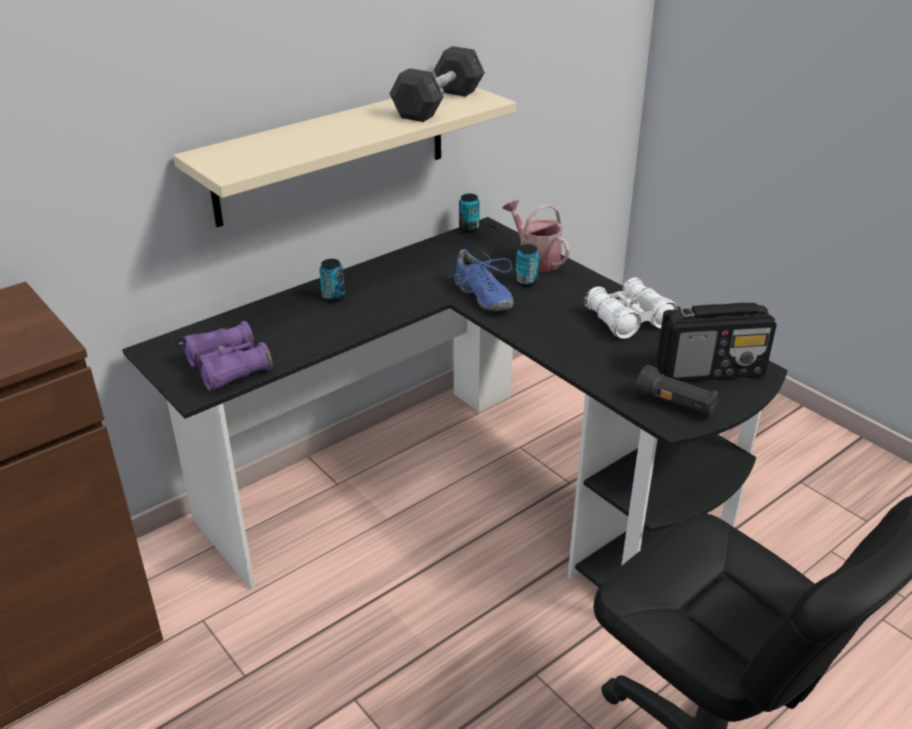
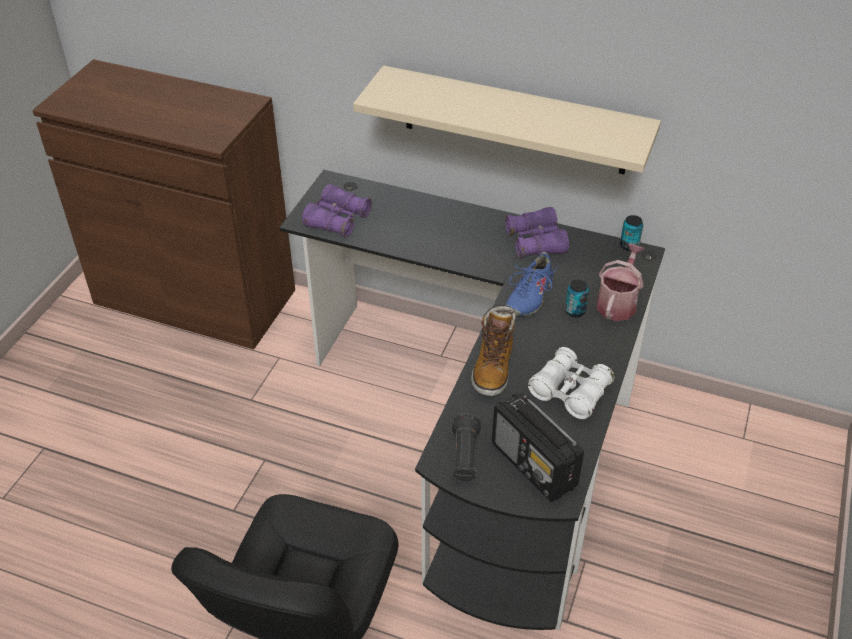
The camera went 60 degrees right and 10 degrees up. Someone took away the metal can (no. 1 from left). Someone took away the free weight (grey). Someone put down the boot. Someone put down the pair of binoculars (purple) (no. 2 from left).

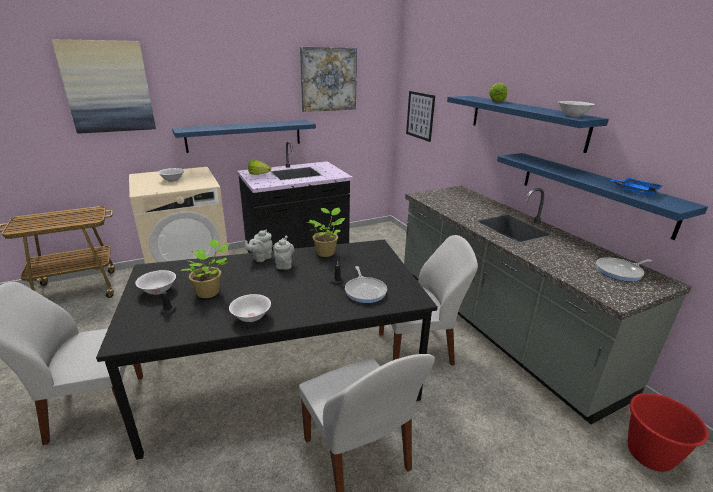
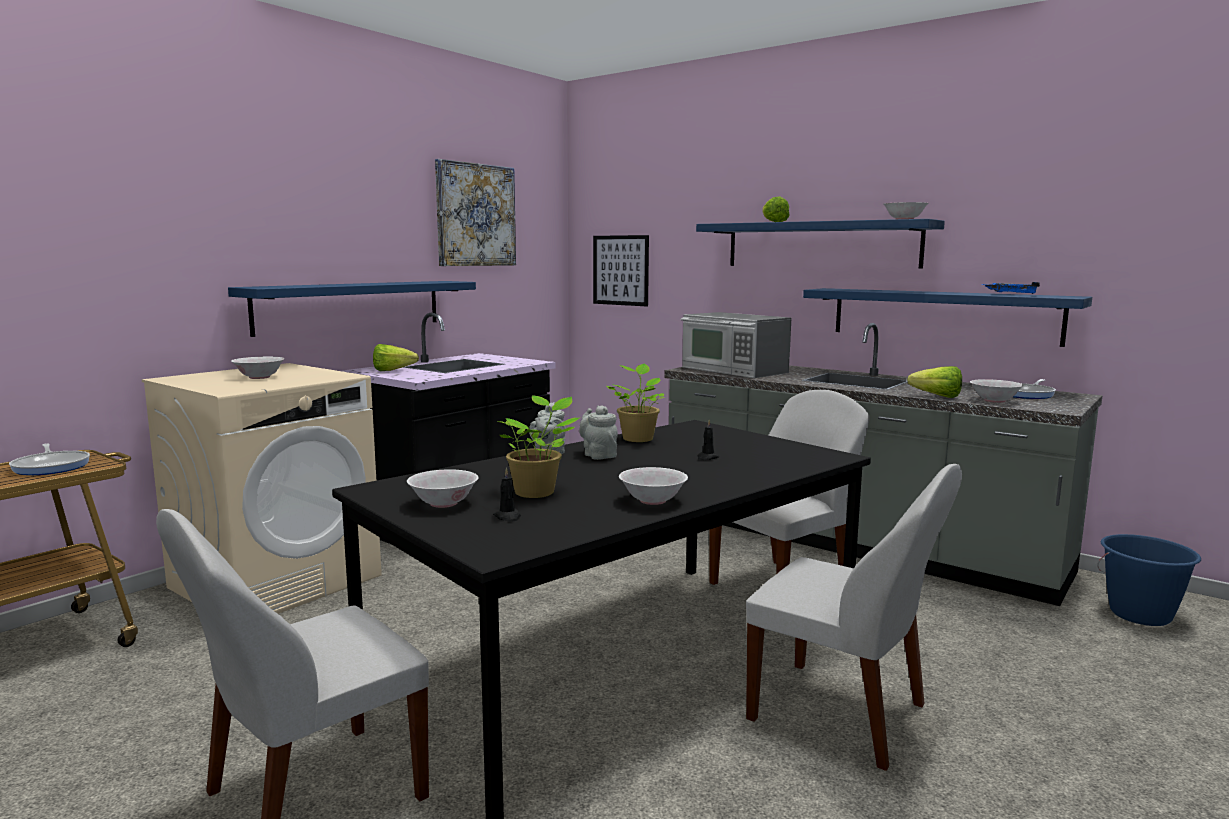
The camera went 25 degrees left and 15 degrees down. Someone took away the picture (no. 1 from left). Someone put down the microwave. Someone put down the lettuce (no. 3 from left). Someone put down the bowl (white-coloured) (no. 5 from left). Someone carried the pan (no. 1 from left). Someone repainted the pail (red), which became the pail (blue).

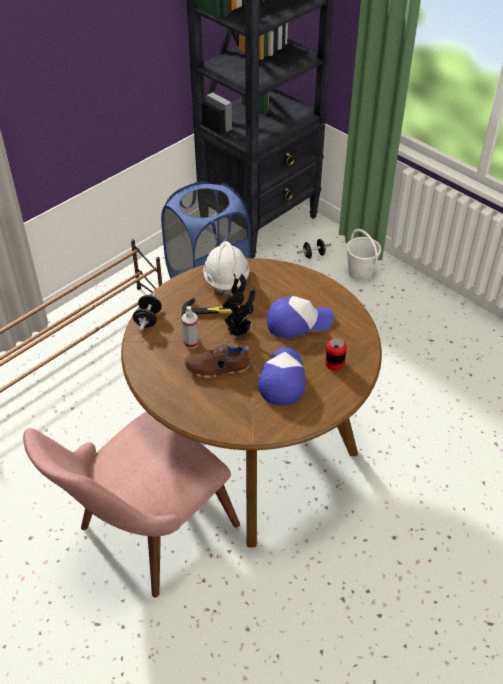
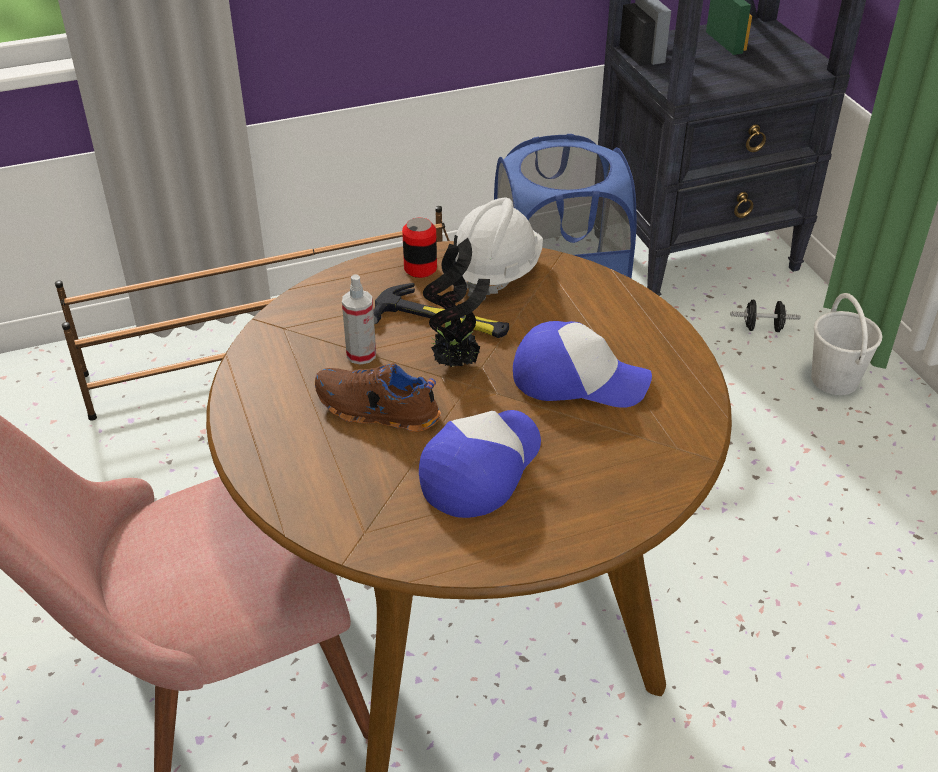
The camera went 25 degrees right and 5 degrees down. Someone took away the free weight (blackish) (no. 1 from left). Someone carried the metal can.

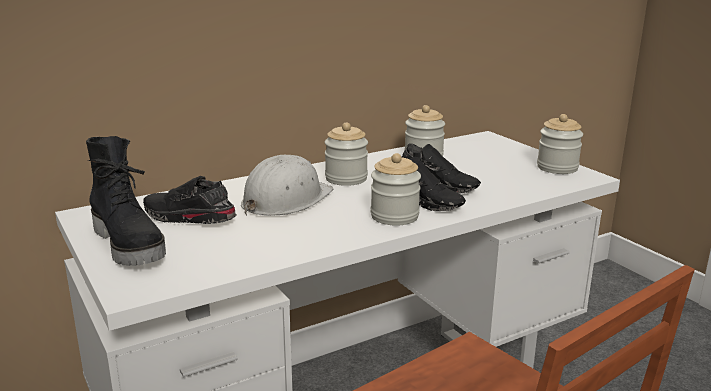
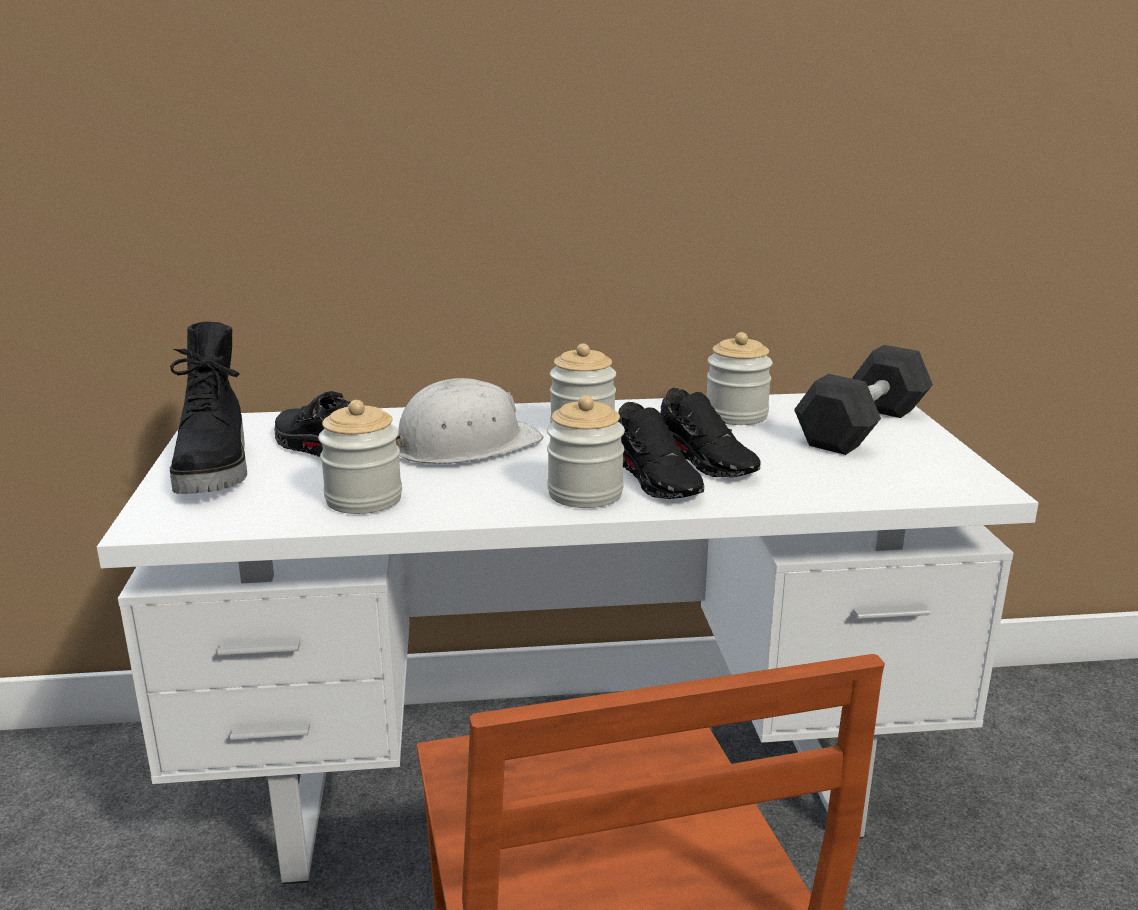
The camera went 25 degrees right and 0 degrees up. Someone put down the free weight (blackish). Someone carried the jar (no. 4 from left in the first image).

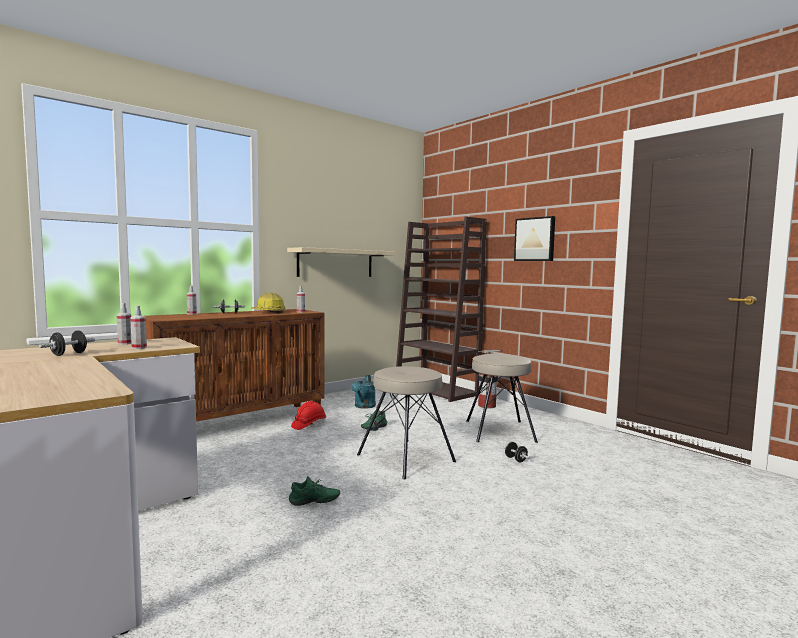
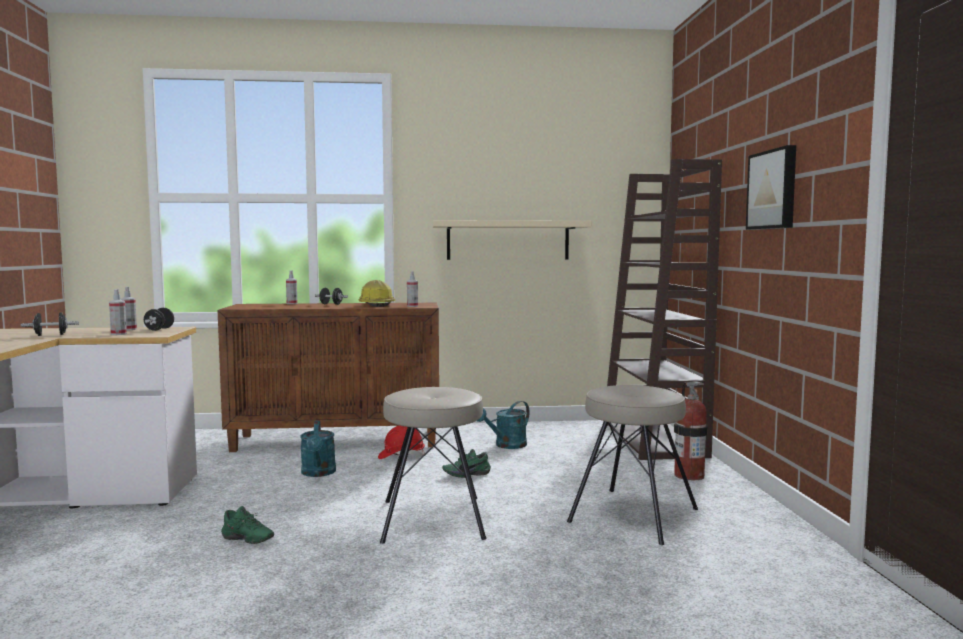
The camera went 35 degrees right and 0 degrees up. Someone put down the watering pot (turquoise-coloured) (no. 1 from left). Someone carried the free weight (blackish) (no. 3 from left in the first image).

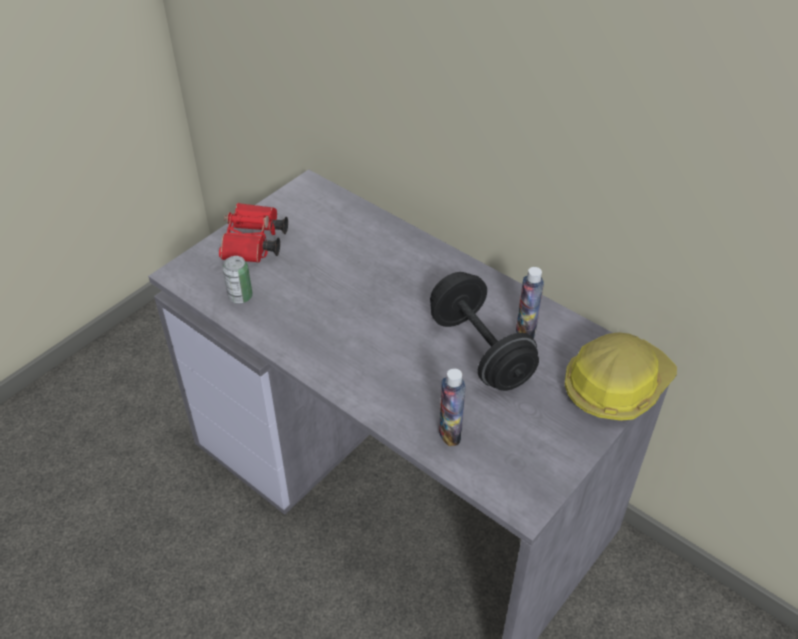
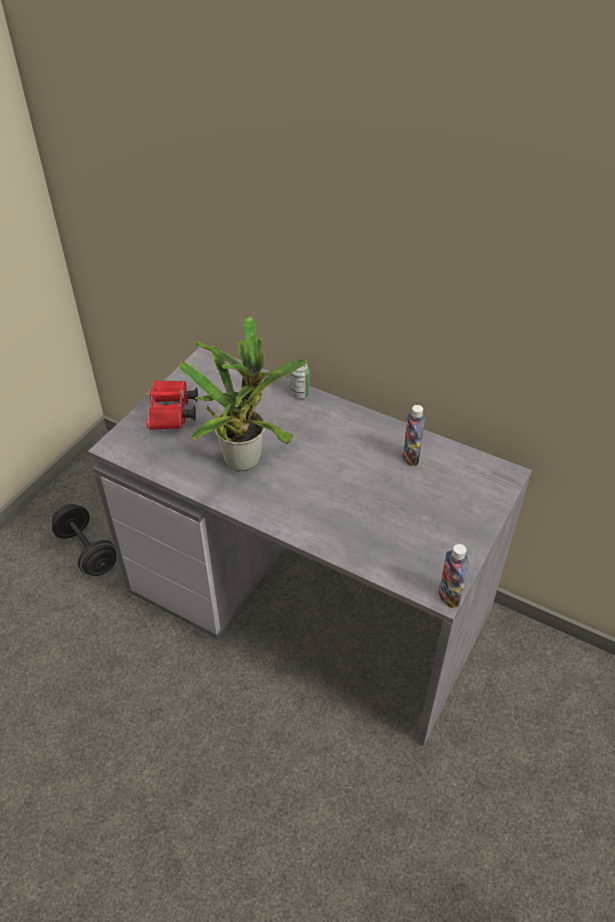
The camera went 10 degrees left and 0 degrees up. Someone took away the work helmet. Someone put down the potted plant. Someone carried the metal can. Someone carried the free weight (blackish). Someone carried the beverage bottle (no. 1 from left in the first image).

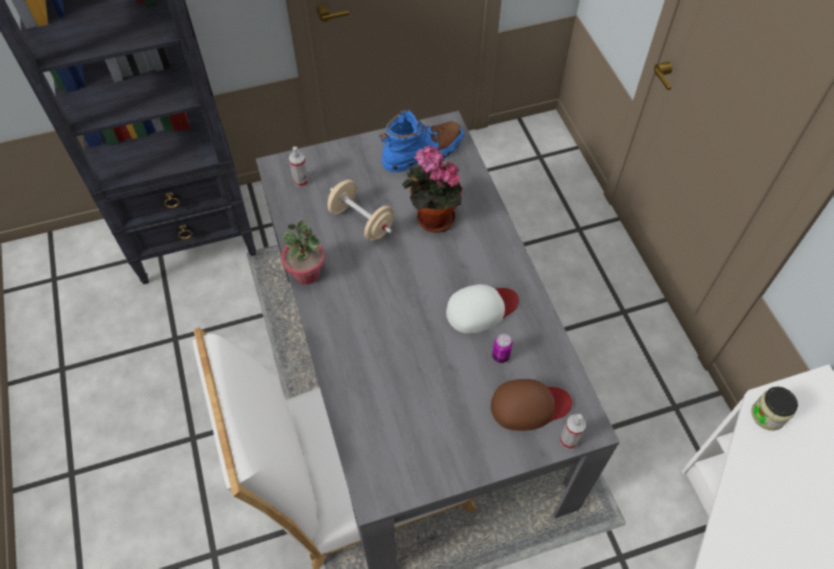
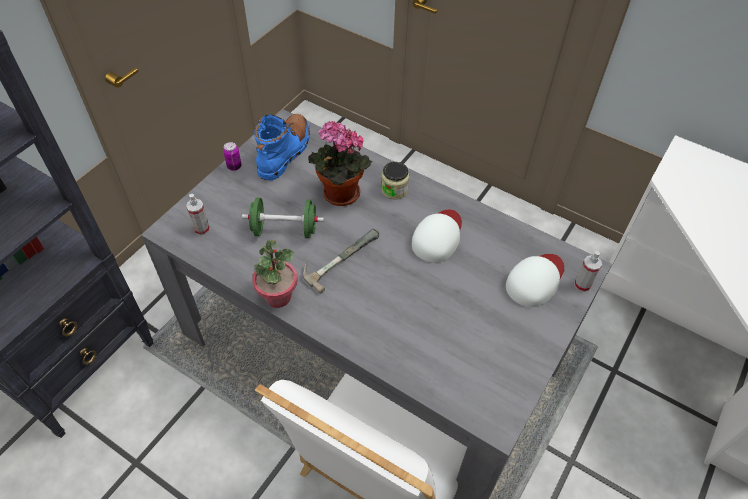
The camera went 40 degrees left and 5 degrees down. Someone put down the hand hammer. Someone carried the metal can. Someone carried the jar. Someone repainted the free weight (sand-coloured), which became the free weight (greenish). Someone repainted the baseball cap (brown), which became the baseball cap (white-coloured) (no. 2 from left).

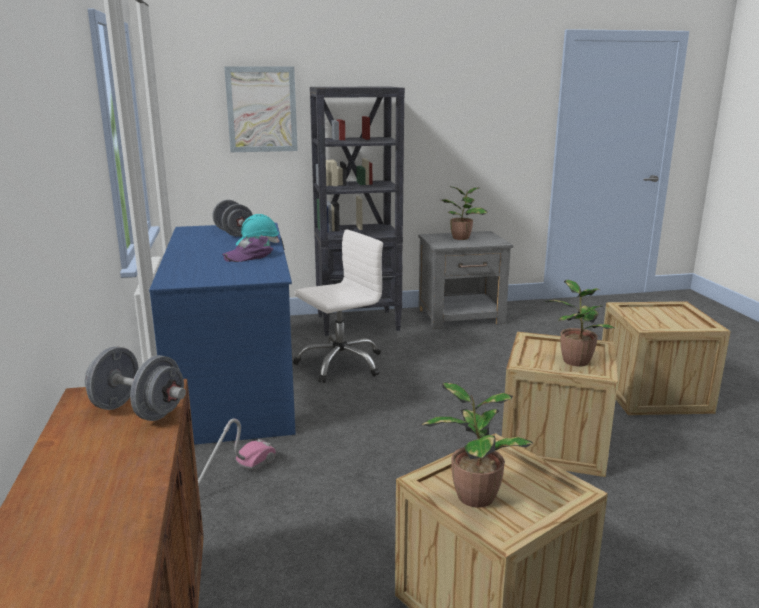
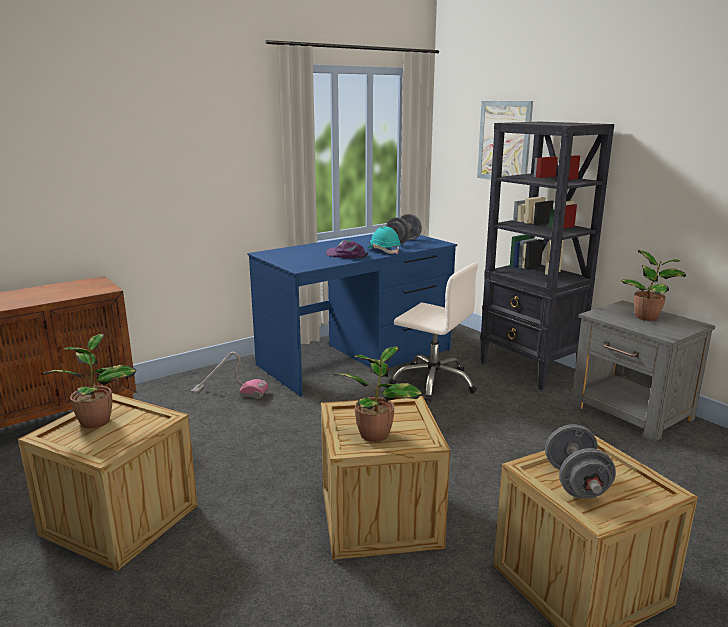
The camera went 65 degrees right and 0 degrees up. Someone carried the free weight (grey) (no. 1 from left in the first image).

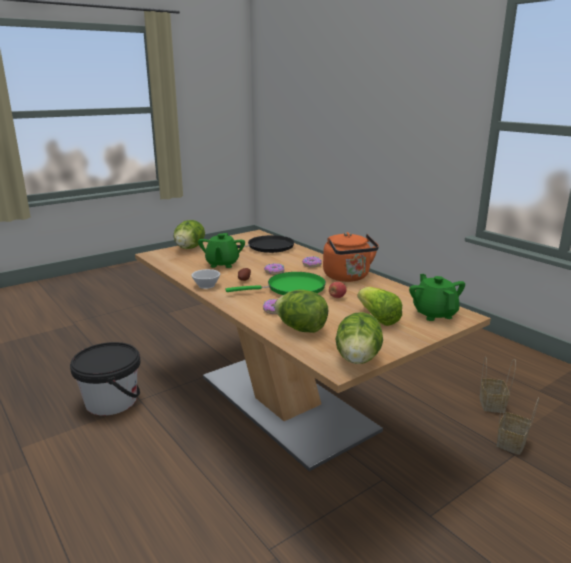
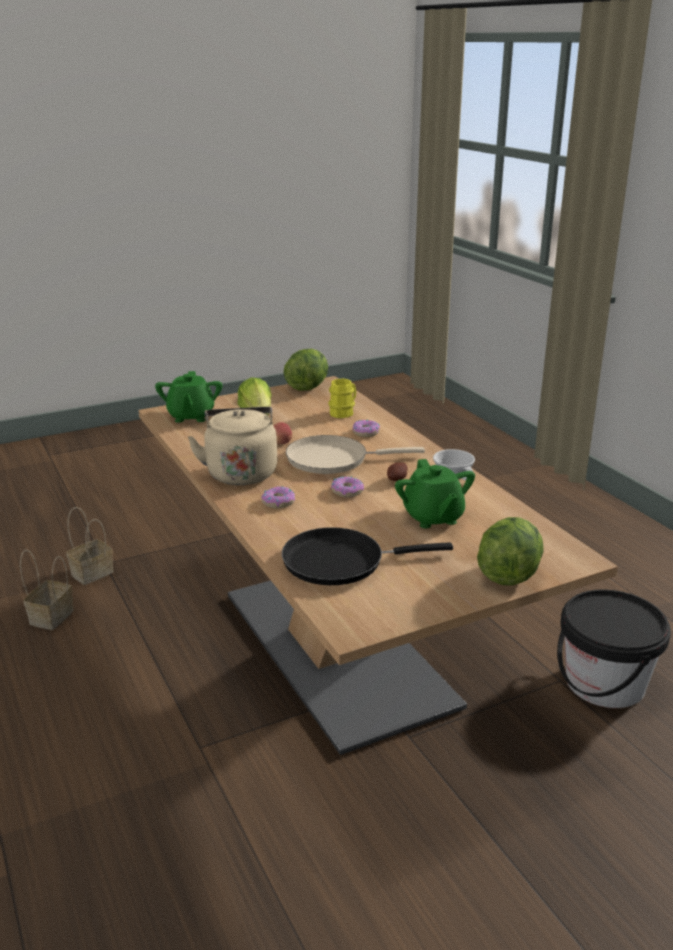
The camera went 170 degrees left and 5 degrees up. Someone swapped the lettuce (no. 2 from left) for the mug (yellowish). Someone repainted the pan (greenish), which became the pan (sand-coloured). Someone repainted the kettle (orange-coloured), which became the kettle (sand-coloured). Someone rotated the pot for tea (greenish) (no. 1 from left in the first image) by 150 degrees clockwise.

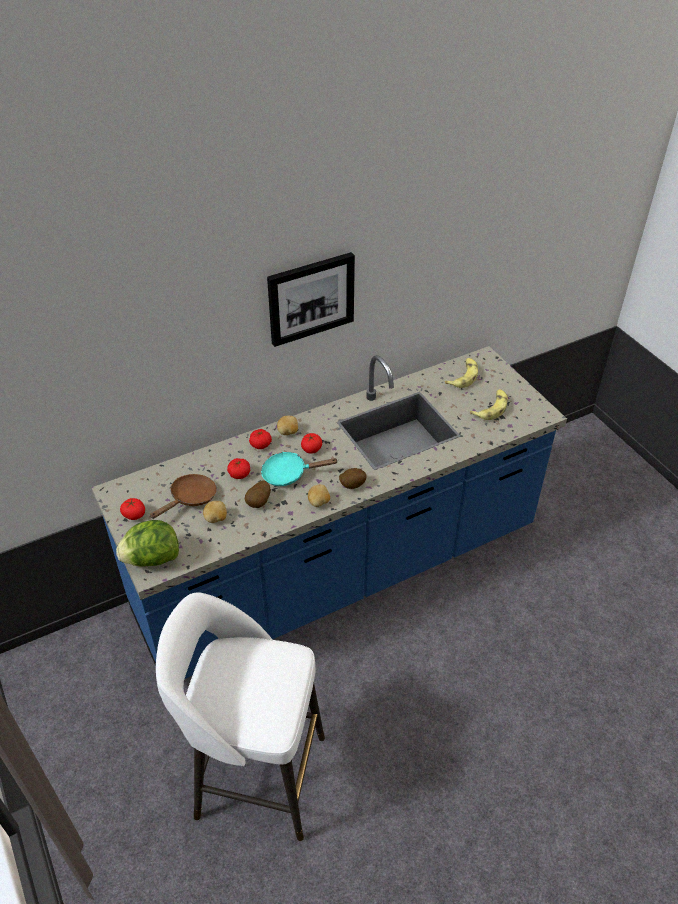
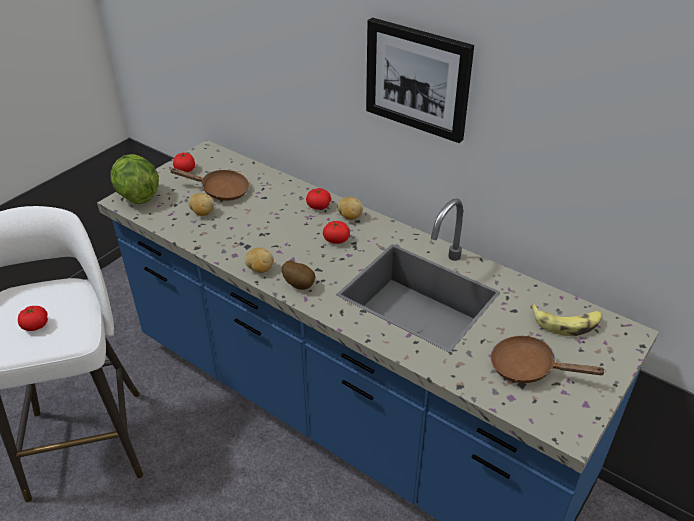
The camera went 65 degrees right and 5 degrees down. Someone took away the spud (no. 2 from left). Someone took away the pan (turquoise-coloured). Someone carried the whole tomato (no. 2 from left in the first image). Someone swapped the banana fruit (no. 2 from left) for the pan (brown) (no. 2 from left).

